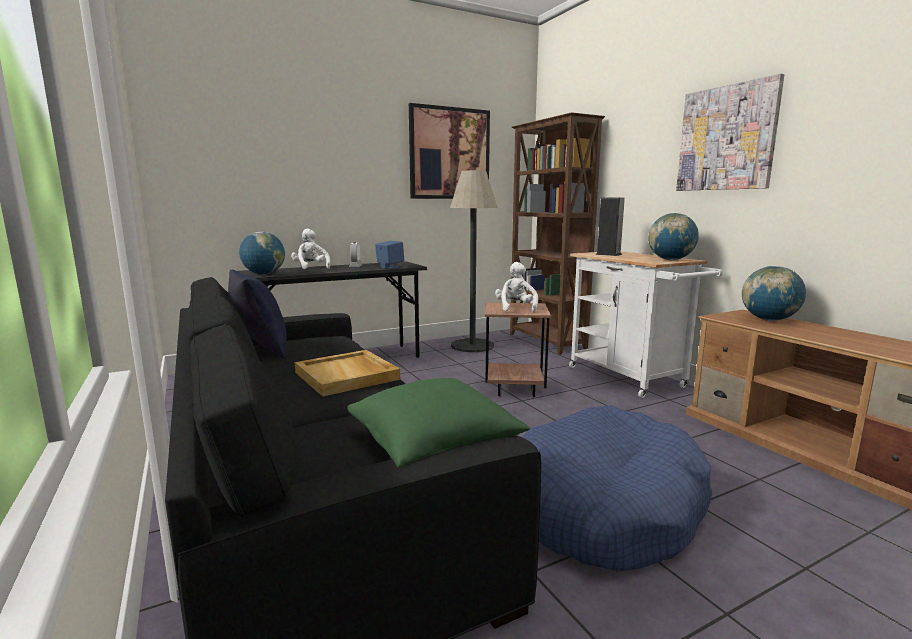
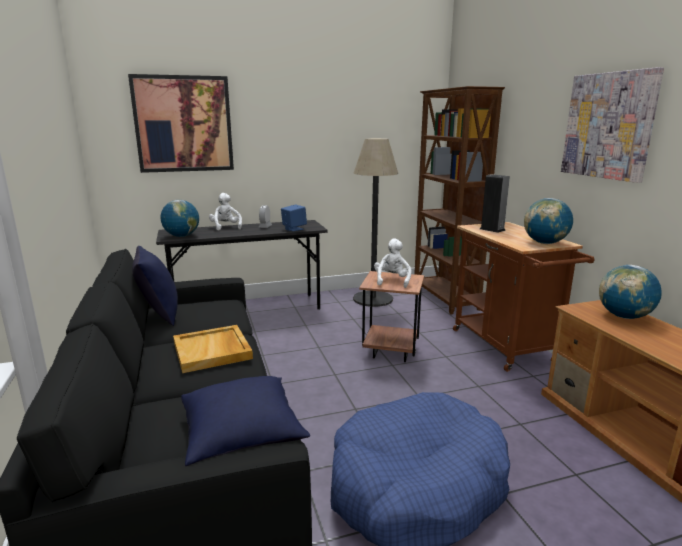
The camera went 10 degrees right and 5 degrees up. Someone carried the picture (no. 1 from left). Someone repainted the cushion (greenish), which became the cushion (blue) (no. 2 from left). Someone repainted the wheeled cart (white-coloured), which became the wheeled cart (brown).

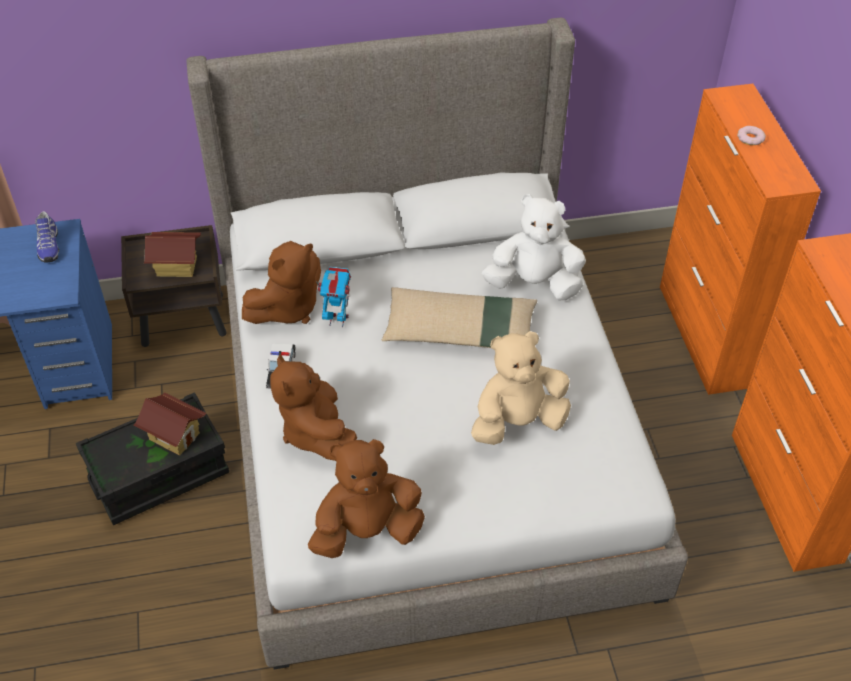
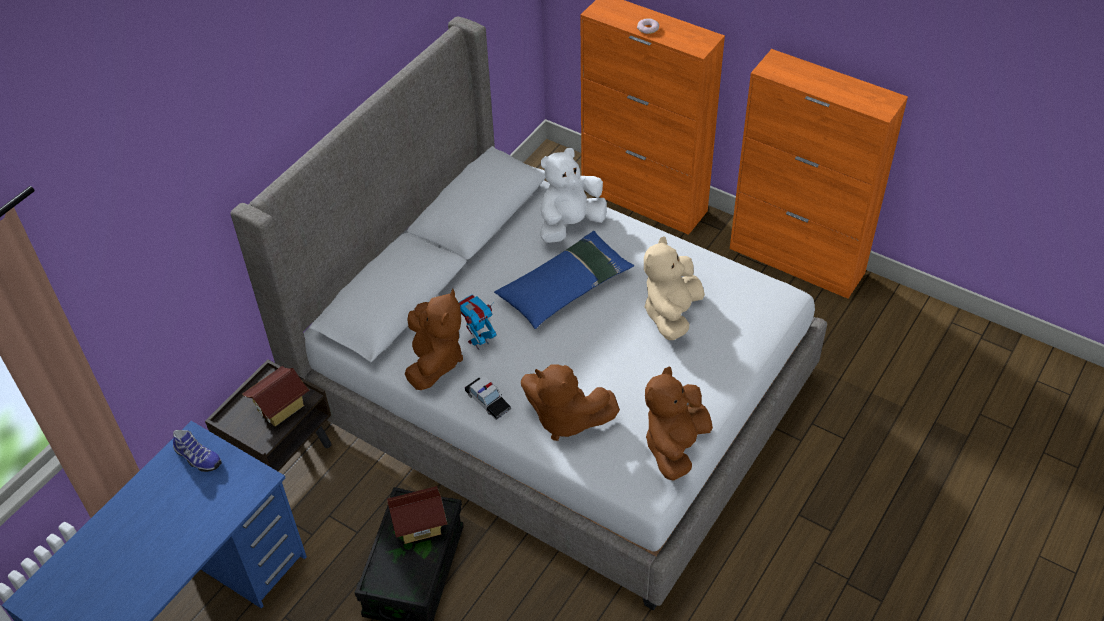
The camera went 45 degrees left and 0 degrees up. Someone repainted the cushion (sand-coloured), which became the cushion (blue).

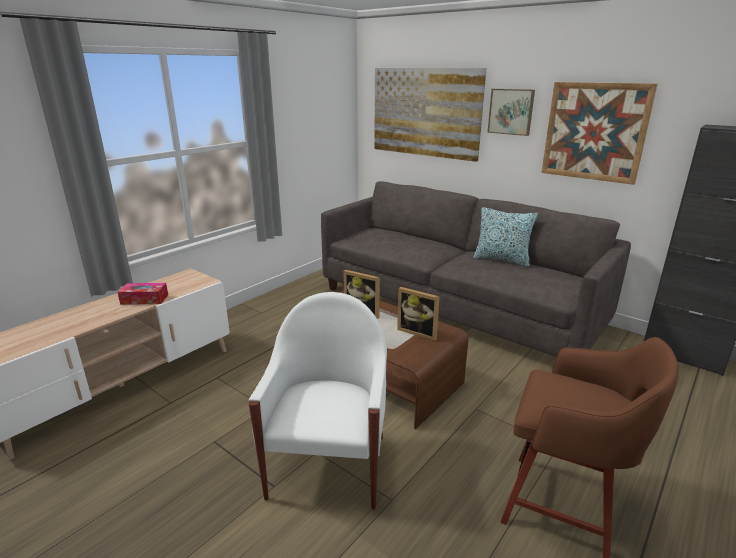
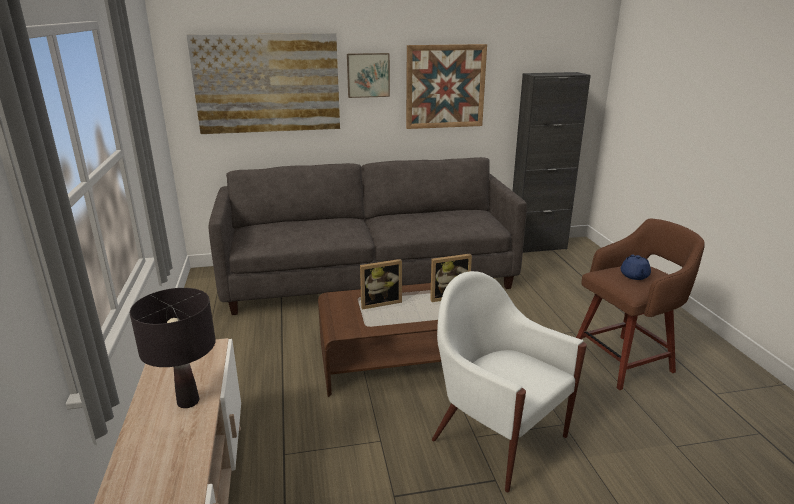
The camera went 50 degrees left and 0 degrees up. Someone took away the cushion. Someone put down the pot for tea (blue). Someone swapped the tissue box for the table lamp (blackish).

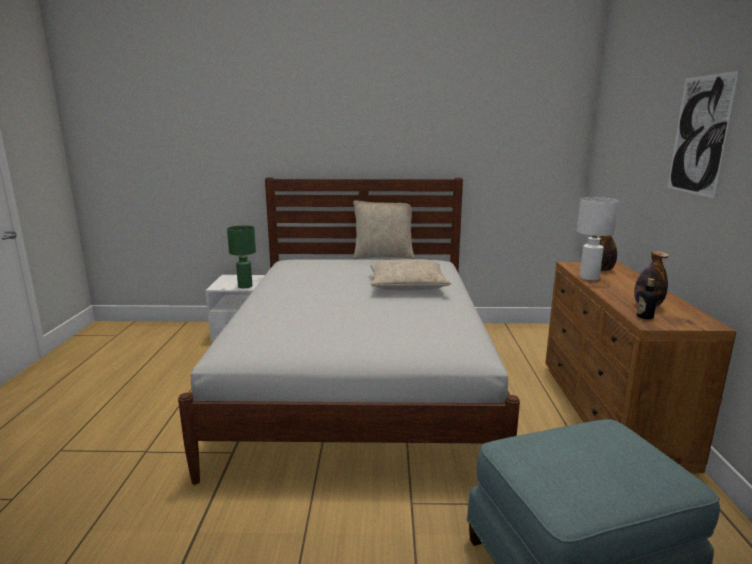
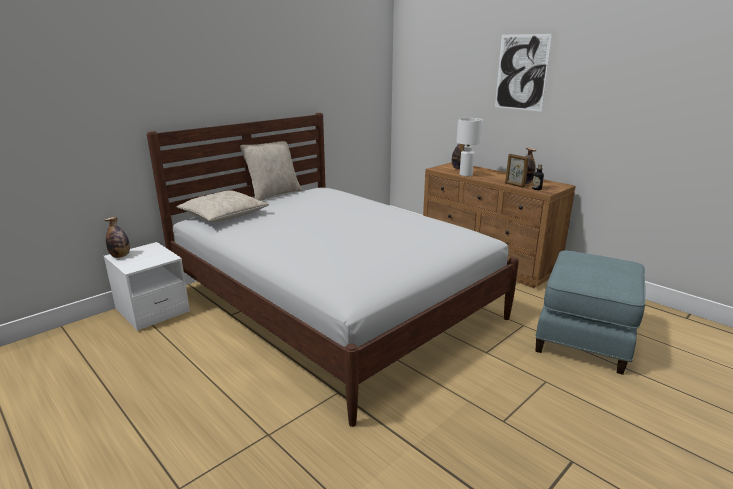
The camera went 45 degrees left and 5 degrees up. Someone took away the table lamp (greenish). Someone put down the beverage bottle (no. 1 from left). Someone put down the photo frame. Someone carried the cushion (sand-coloured) (no. 2 from left in the first image).

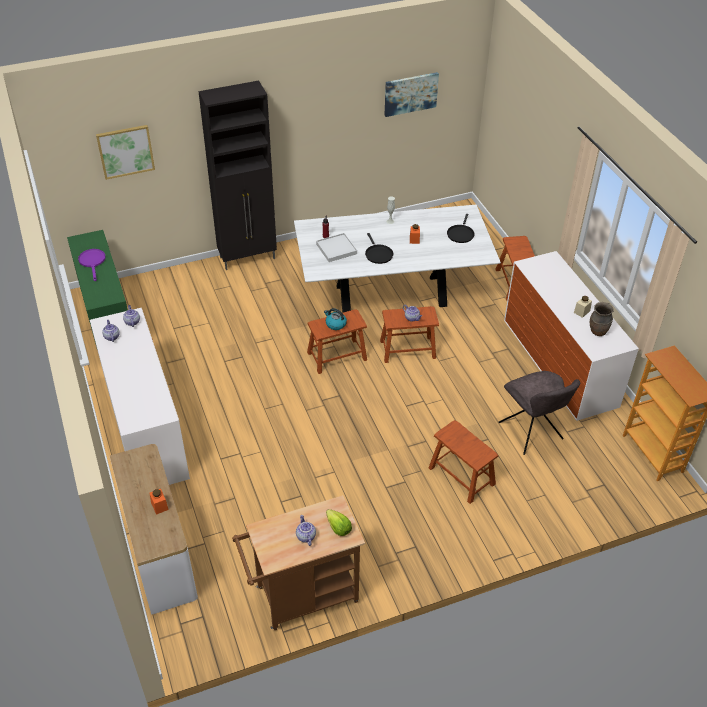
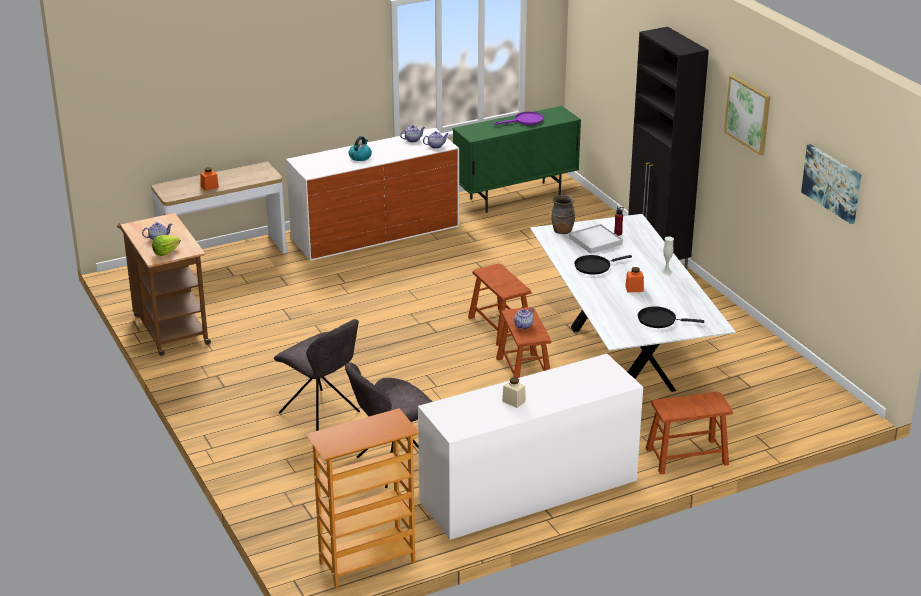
The camera went 85 degrees right and 15 degrees down. Someone carried the picture (no. 1 from left). Someone carried the kettle. Someone carried the decorative vase (brown). Someone swapped the sitting stool (brown) (no. 3 from left) for the upright chair (grey) (no. 1 from left).

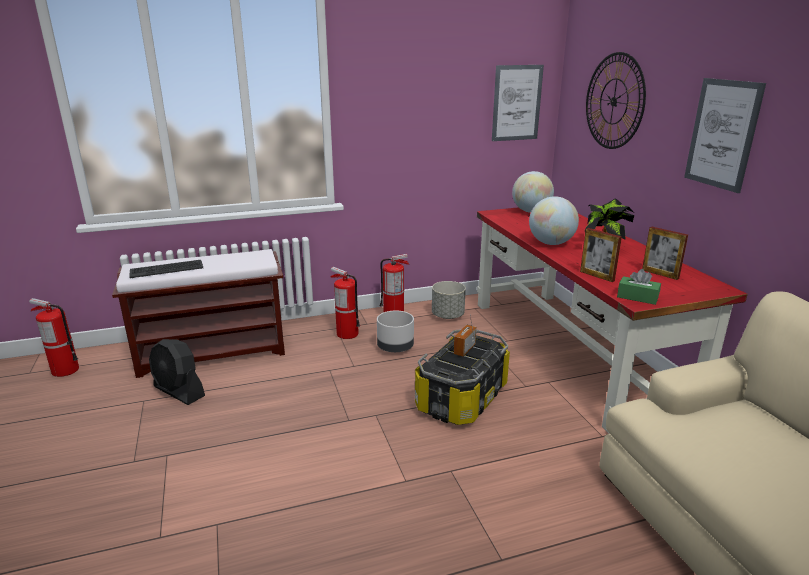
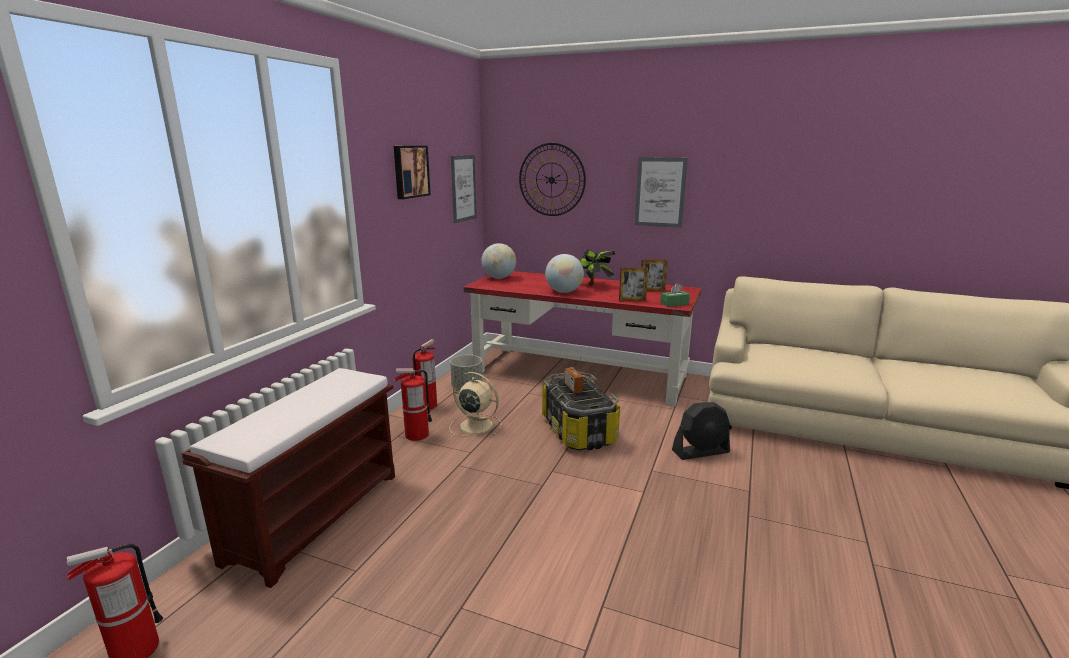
The camera went 50 degrees left and 5 degrees down. Someone took away the PC keyboard. Someone put up the picture (no. 1 from left). Someone carried the electric fan (blackish). Someone swapped the planter (grey) (no. 1 from left) for the electric fan (sand-coloured).

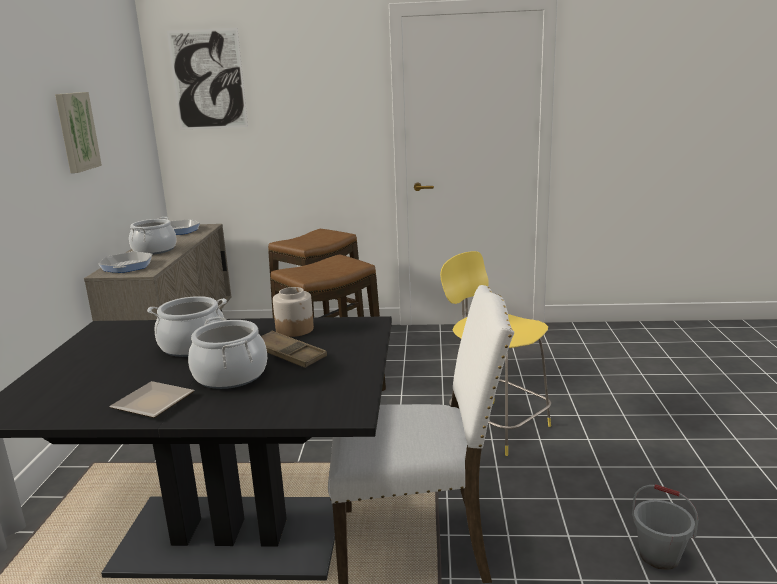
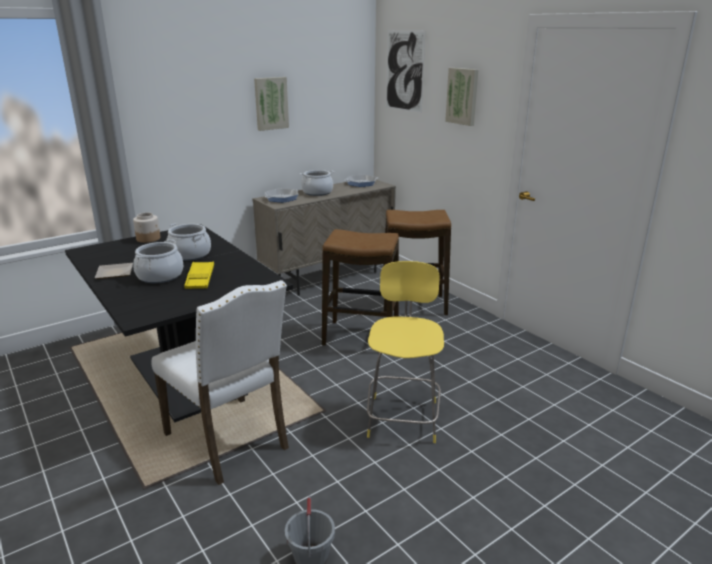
The camera went 50 degrees right and 5 degrees up. Someone put up the picture (no. 3 from left). Someone carried the jar. Someone repainted the tray (brown), which became the tray (yellowish).

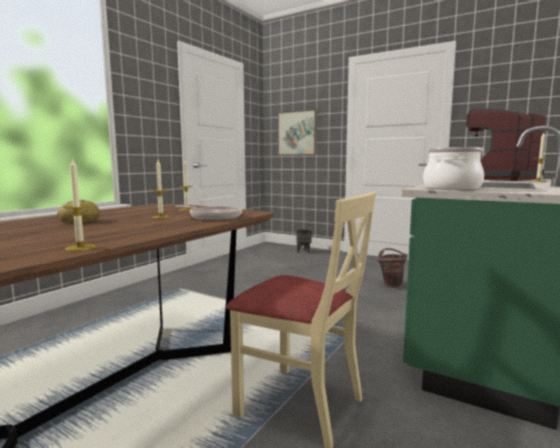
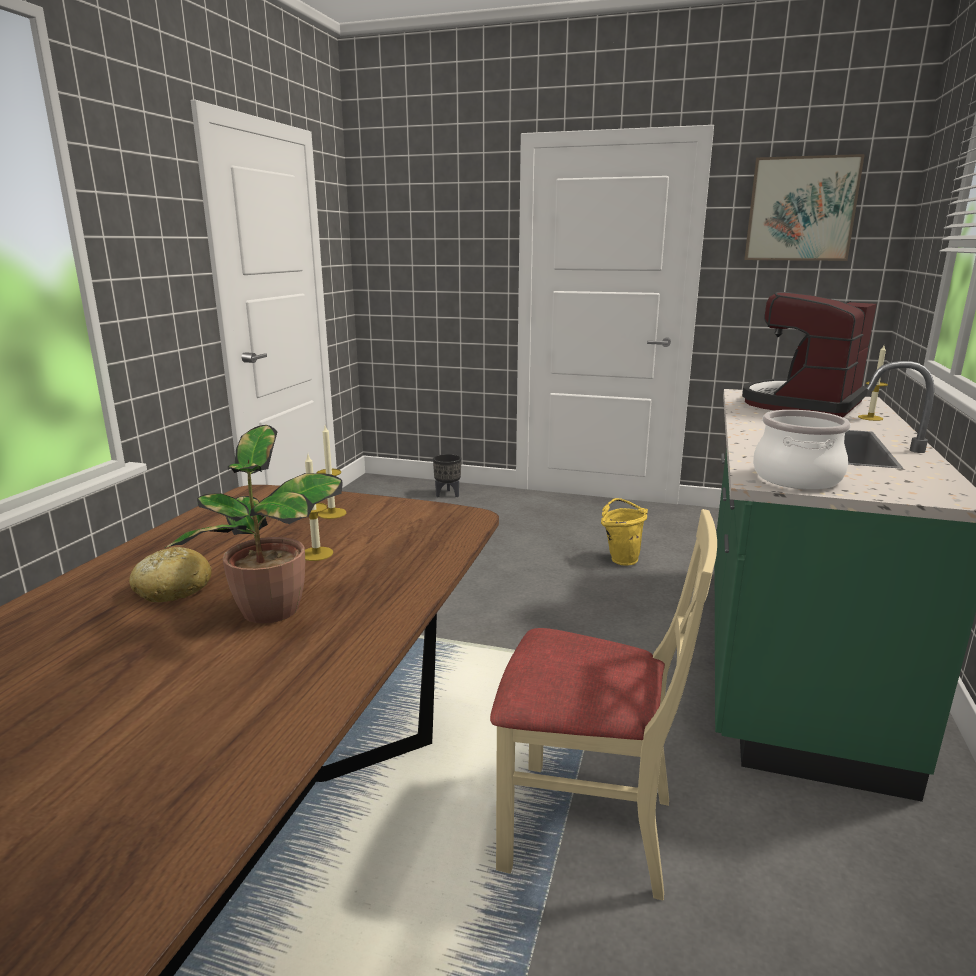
The camera went 15 degrees left and 10 degrees up. Someone took away the candle (no. 1 from left). Someone took away the pan. Someone put down the potted plant. Someone carried the picture. Someone repainted the pail (brown), which became the pail (yellowish).

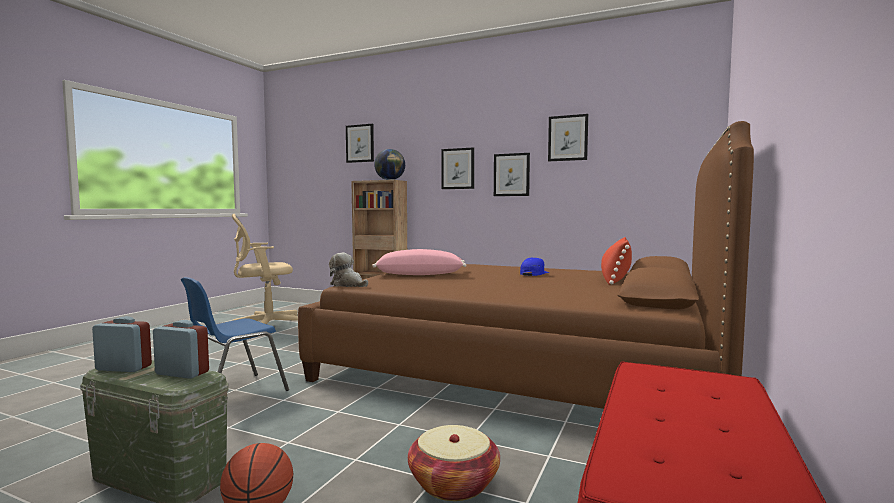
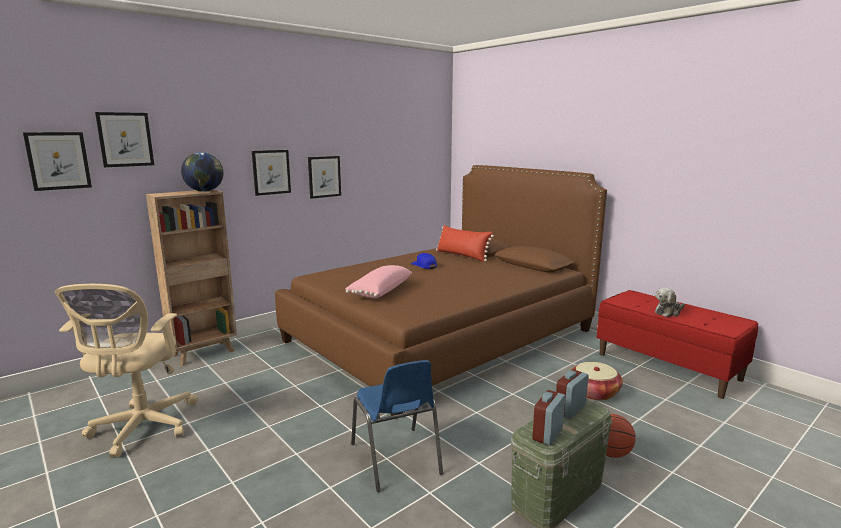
The camera went 65 degrees left and 10 degrees up. Someone carried the soft toy. Someone carried the picture (no. 4 from left in the first image).

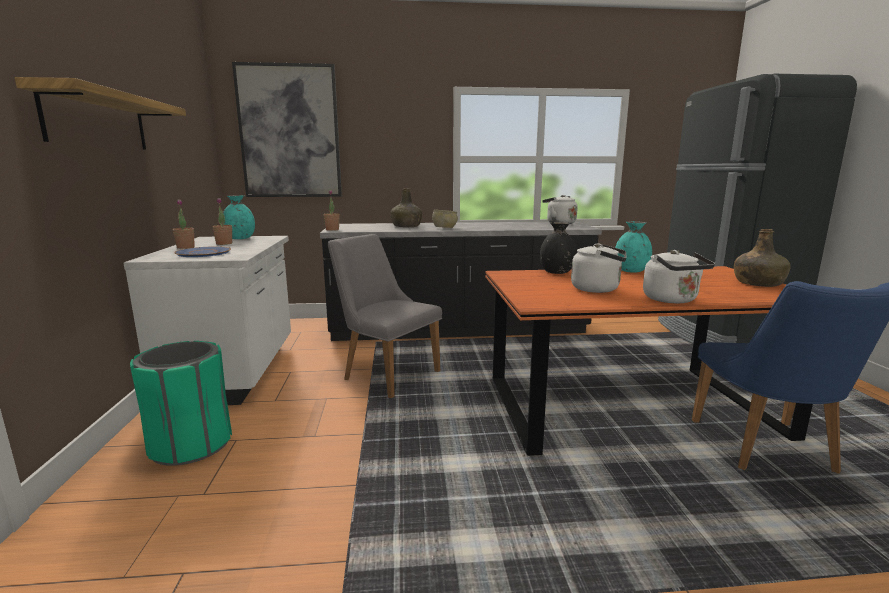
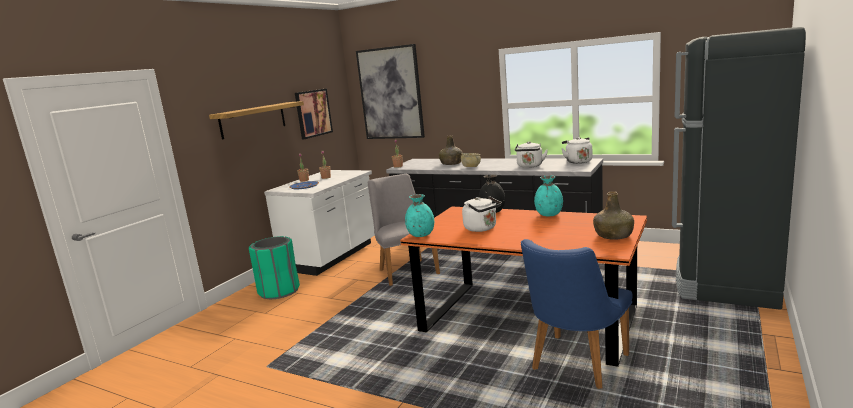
The camera went 35 degrees right and 0 degrees up. Someone put up the picture (no. 1 from left). Someone carried the decorative vase (turquoise-coloured) (no. 1 from left). Someone carried the kettle (white-coloured) (no. 3 from left in the first image).

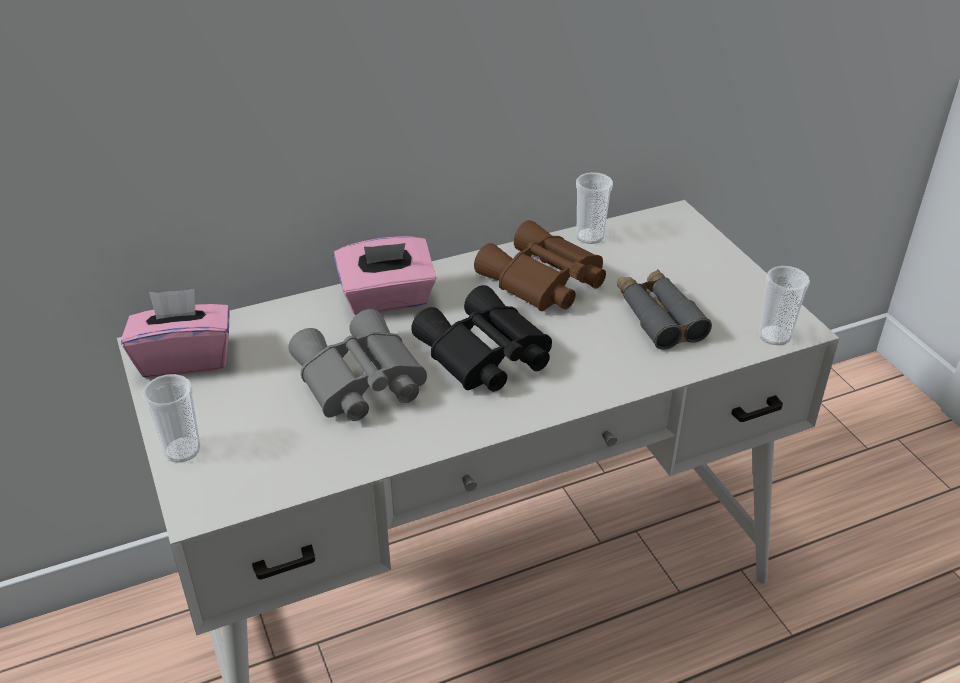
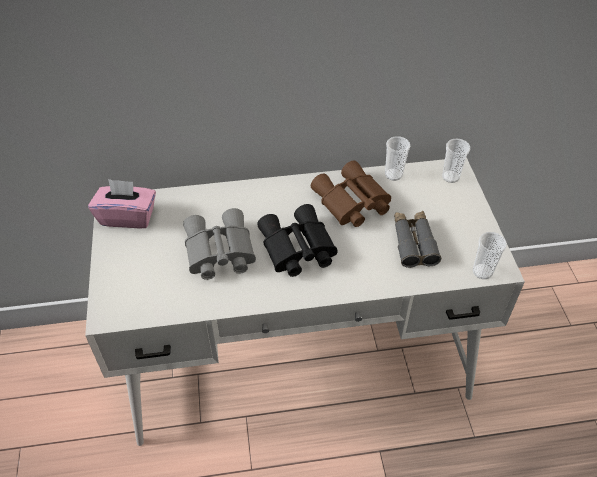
The camera went 15 degrees right and 10 degrees up. Someone took away the tissue box (pink-coloured) (no. 2 from left). Someone carried the small cup (no. 1 from left in the first image).

